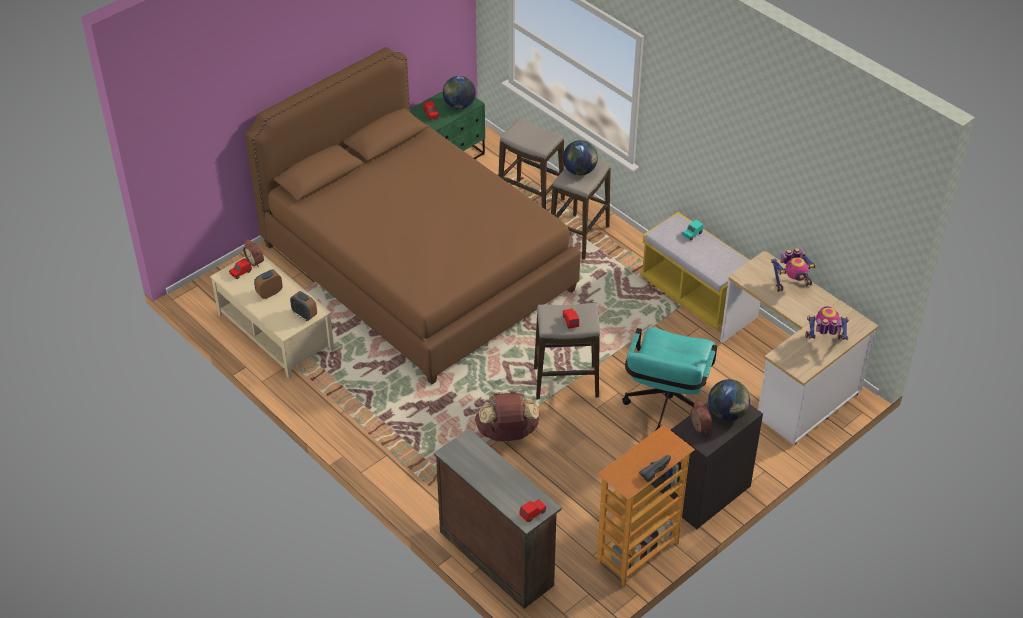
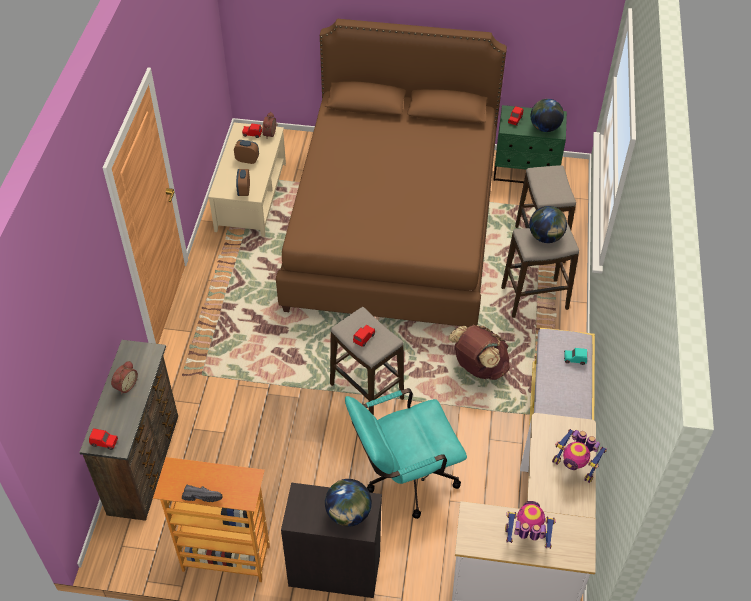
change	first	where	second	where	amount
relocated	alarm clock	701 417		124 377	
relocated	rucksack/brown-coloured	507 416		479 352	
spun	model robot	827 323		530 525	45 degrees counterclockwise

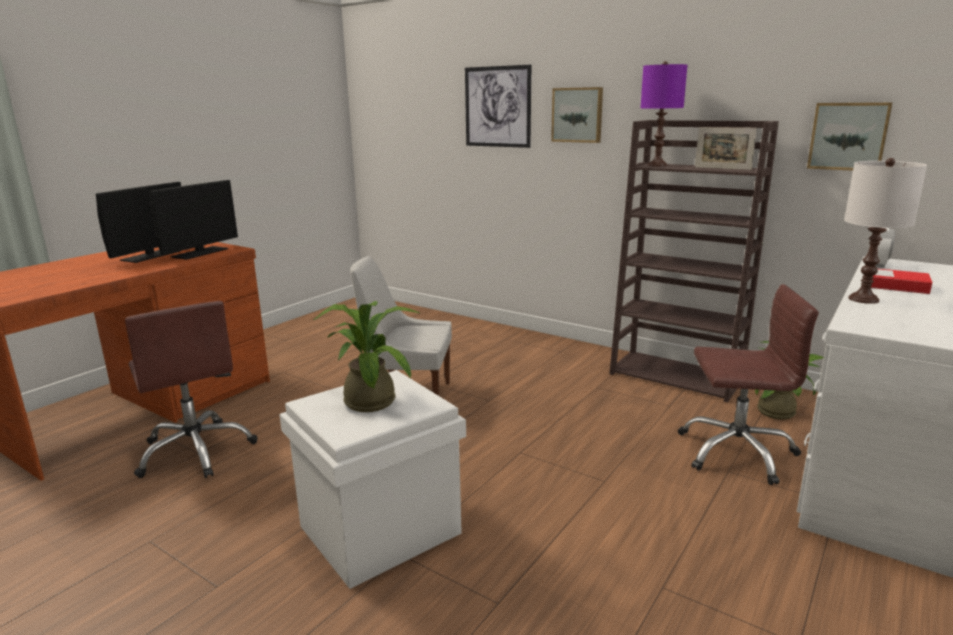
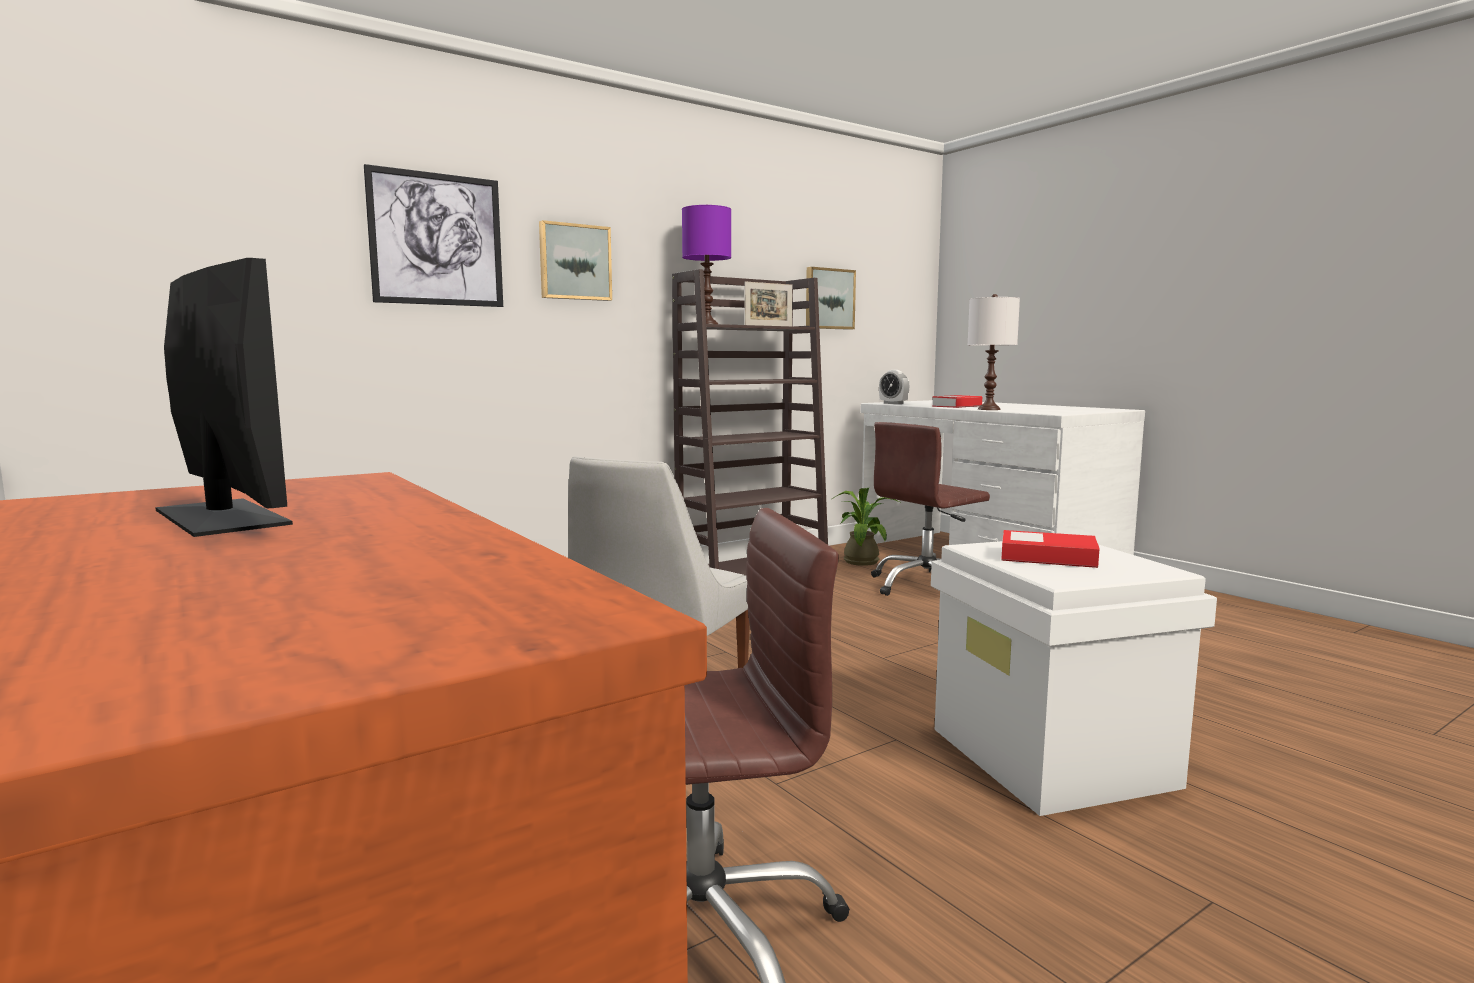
change	first	where	second	where	amount
spun	desk chair/brown-coloured	748 384		930 509	150 degrees counterclockwise
exchanged	plant in a pot	367 356	bound book	1050 549	
missing	computer screen	194 220			

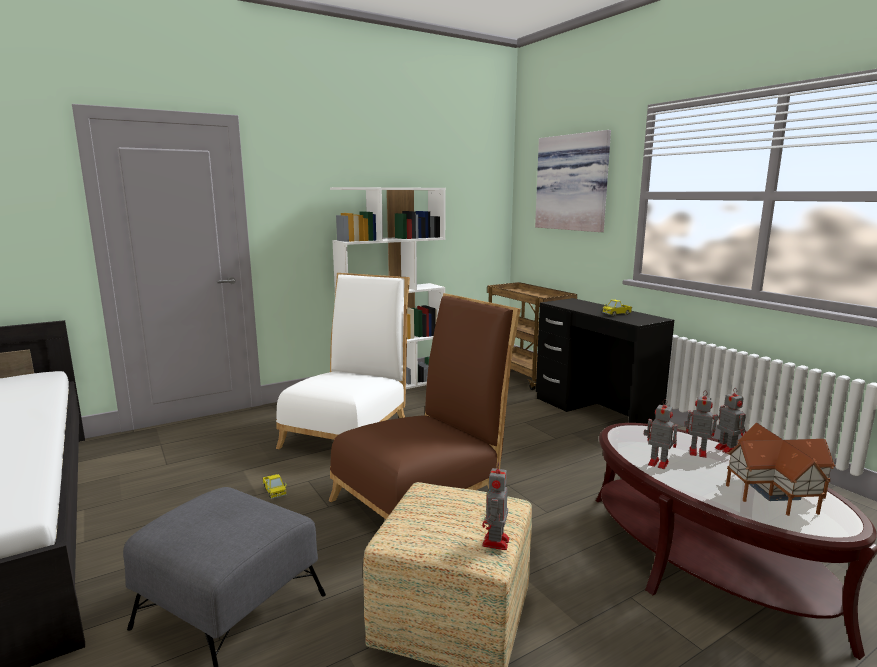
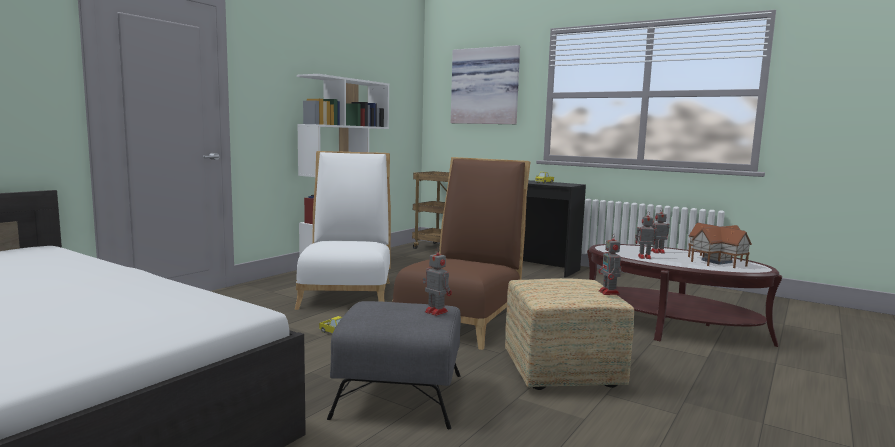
change	first	where	second	where	amount
relocated	model robot	731 421		437 281	

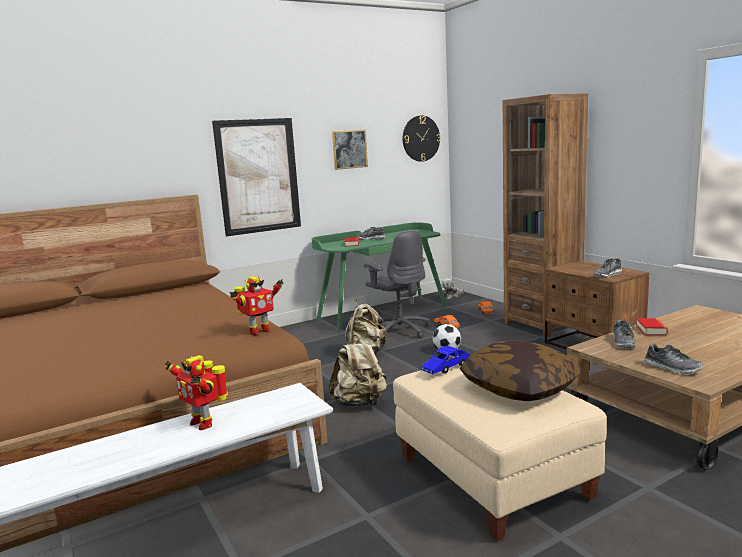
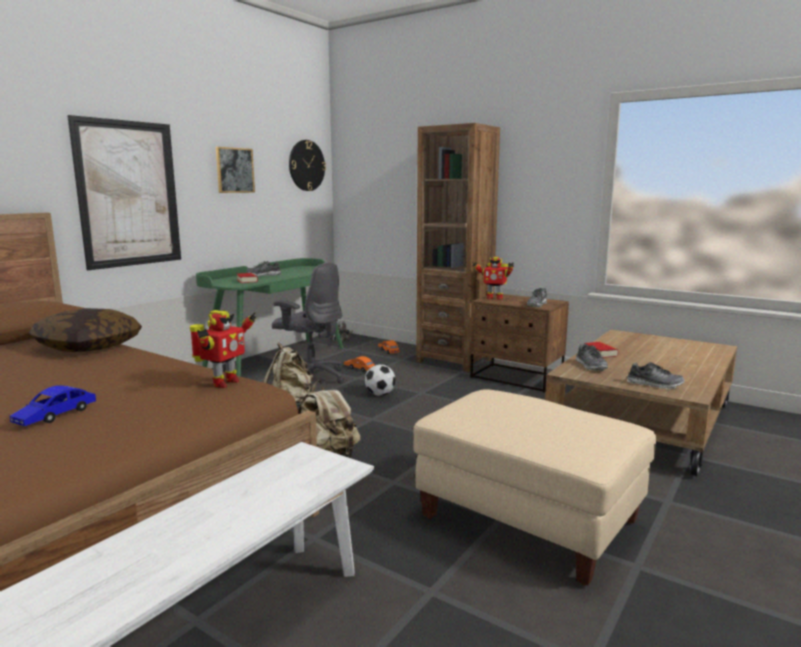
change	first	where	second	where	amount
relocated	miniature car/blue-coloured	445 360		53 405	
relocated	throw pillow	521 370		85 330	
relocated	model robot	196 392		493 278	

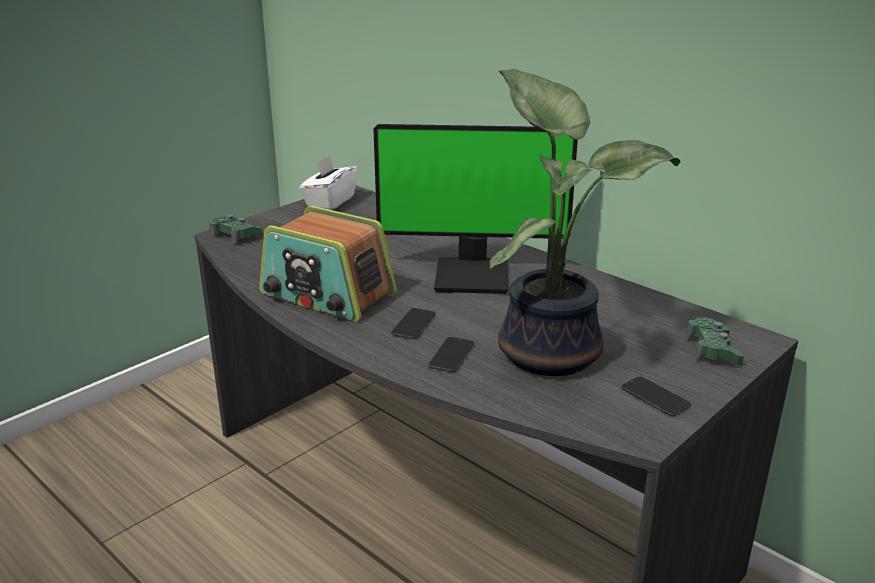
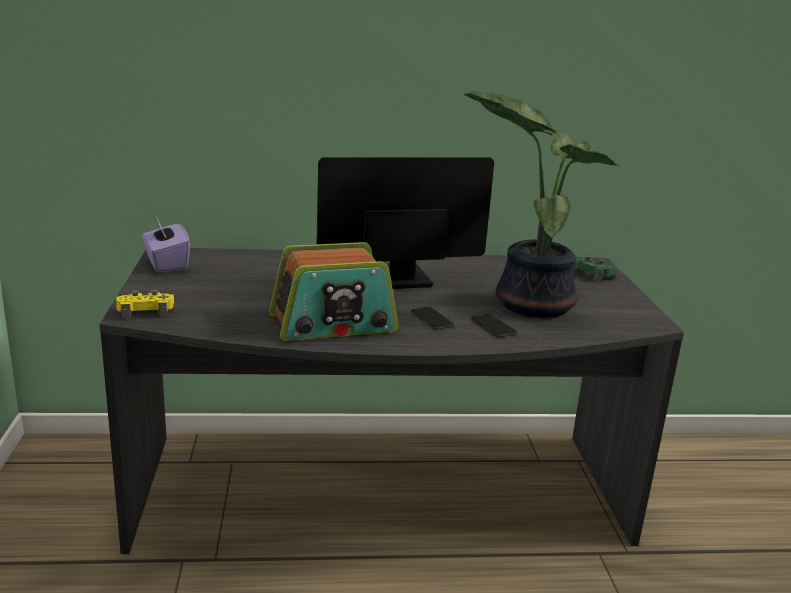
change	first	where	second	where	amount
colour	joypad/greenish	236 229	joypad/yellow-coloured	145 304	
colour	tissue holder/white-coloured	328 182	tissue holder/purple	166 244	
spun	computer screen	475 209		405 223	150 degrees counterclockwise
missing	telephone	656 396			

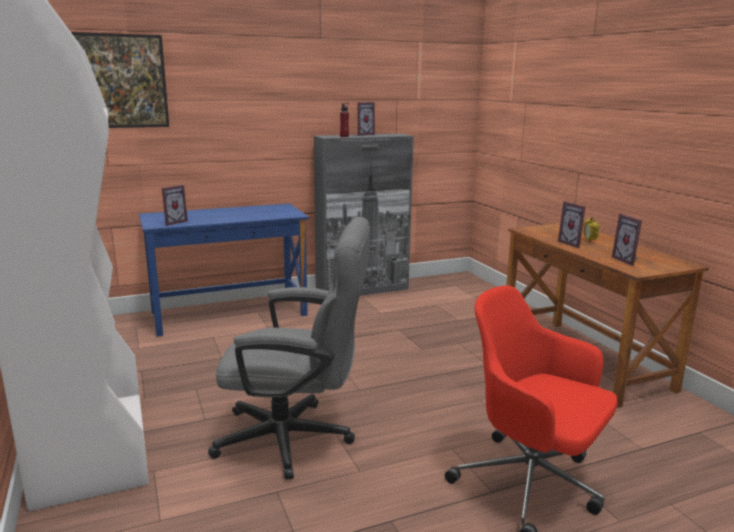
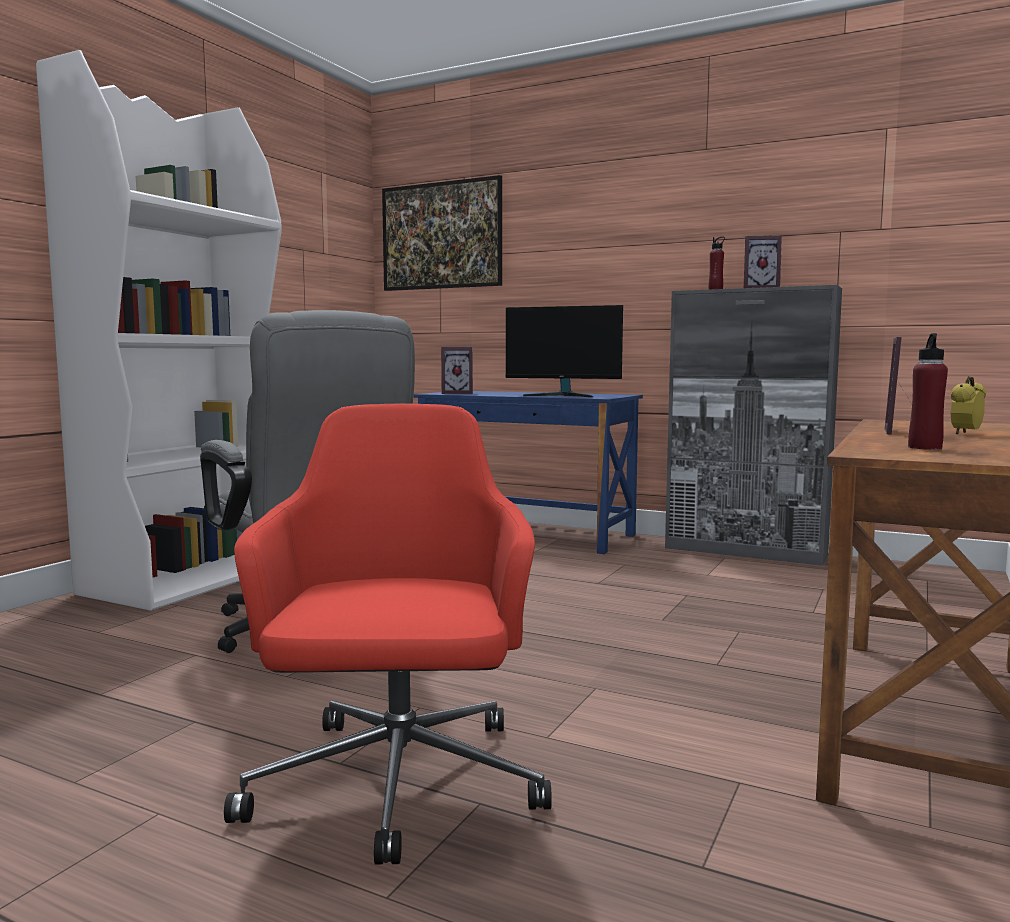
change	first	where	second	where	amount
appeared			computer screen	564 351	
exchanged	photo frame	627 240	beverage bottle/red-coloured	928 391	

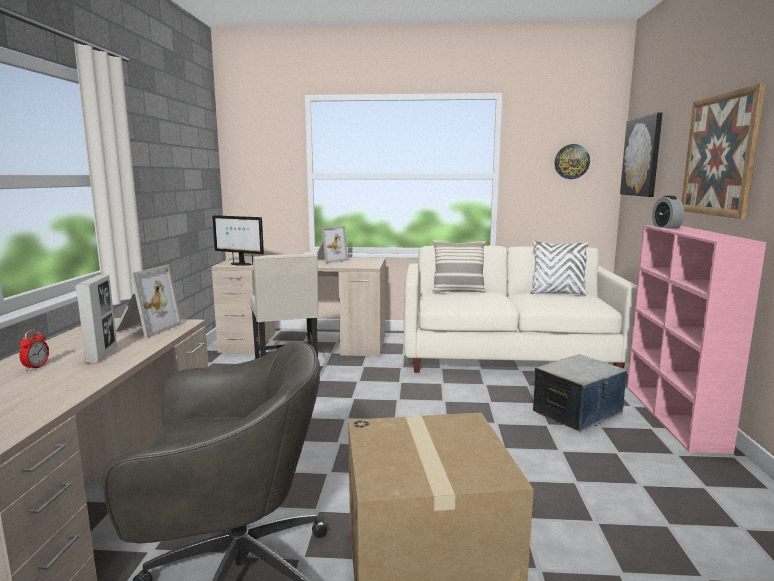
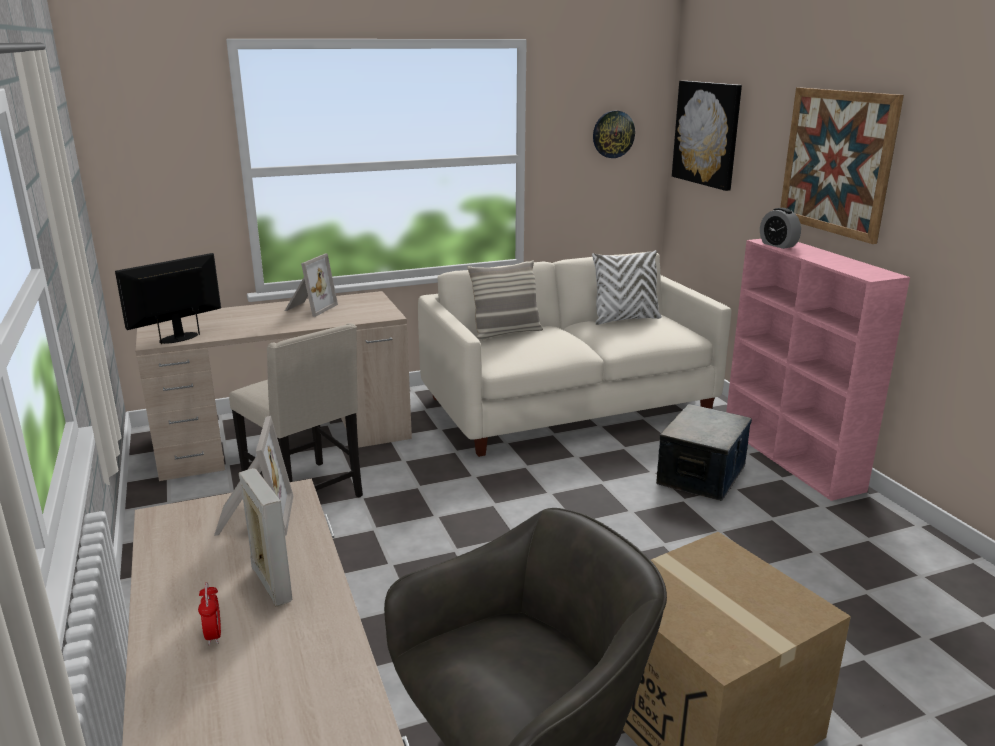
change	first	where	second	where	amount
spun	computer screen	238 240		168 298	135 degrees clockwise

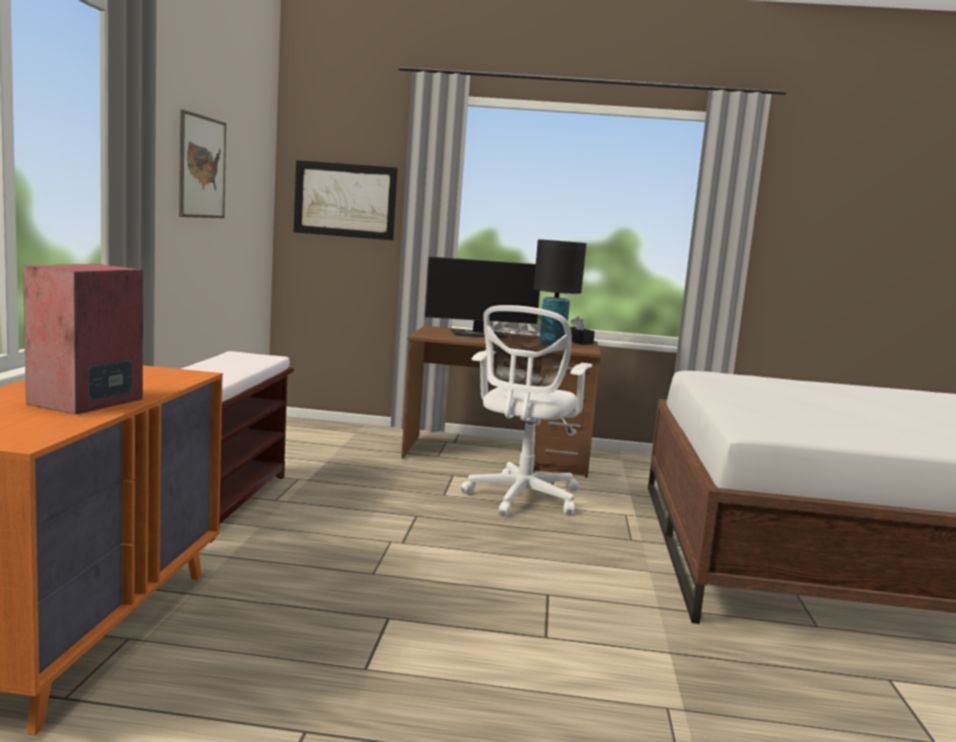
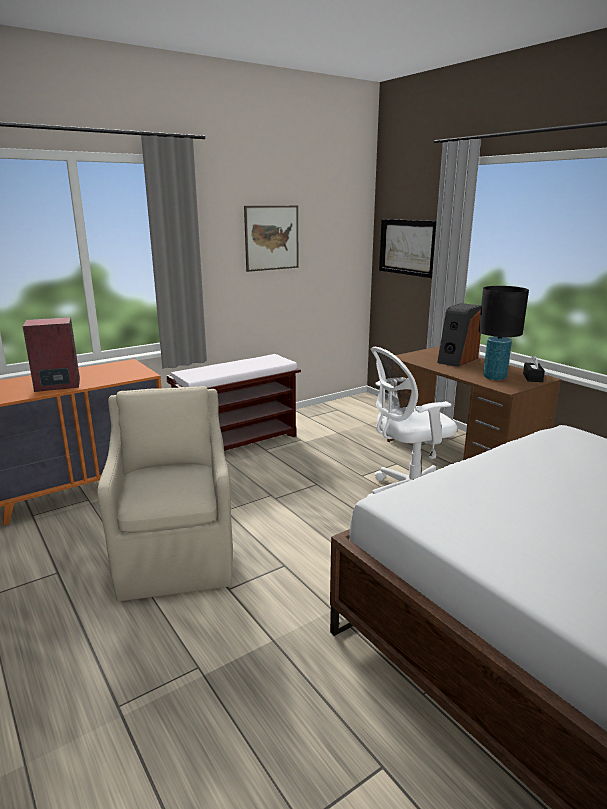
change	first	where	second	where	amount
appeared			easy chair/sand-coloured	165 493	
exchanged	computer screen	482 296	speaker	459 335	

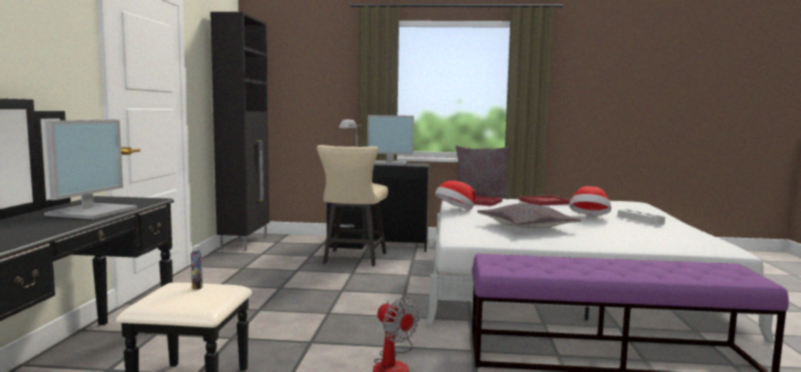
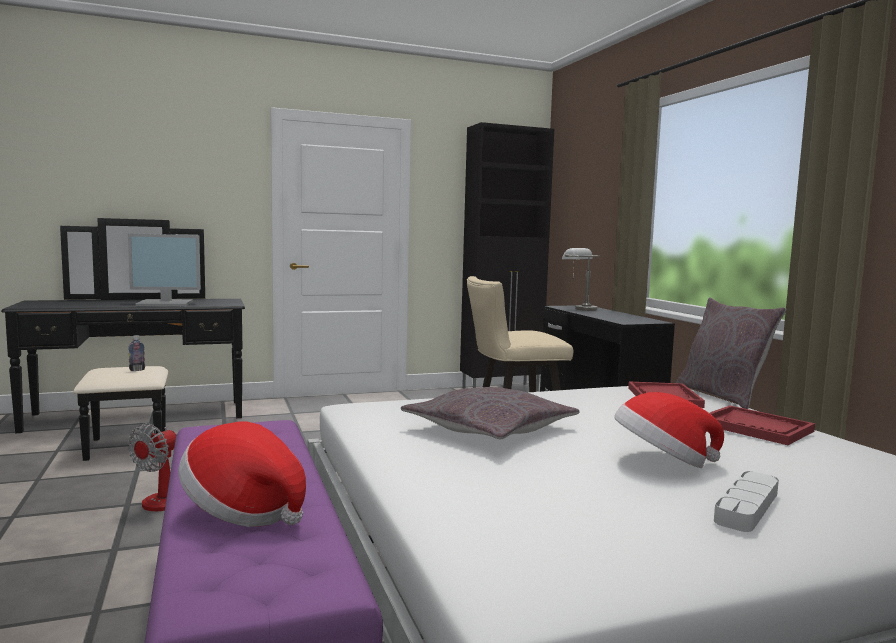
change	first	where	second	where	amount
relocated	wearable hat	455 195		242 474	
missing	computer screen	390 140			

